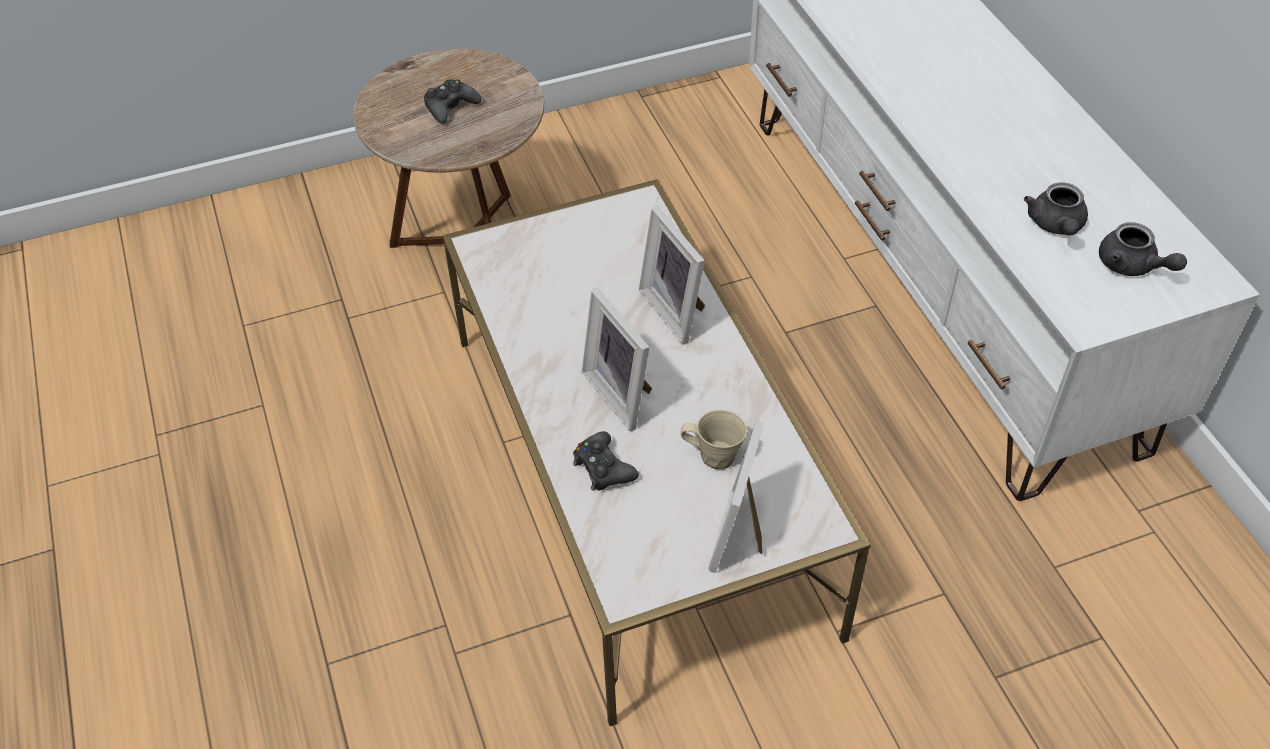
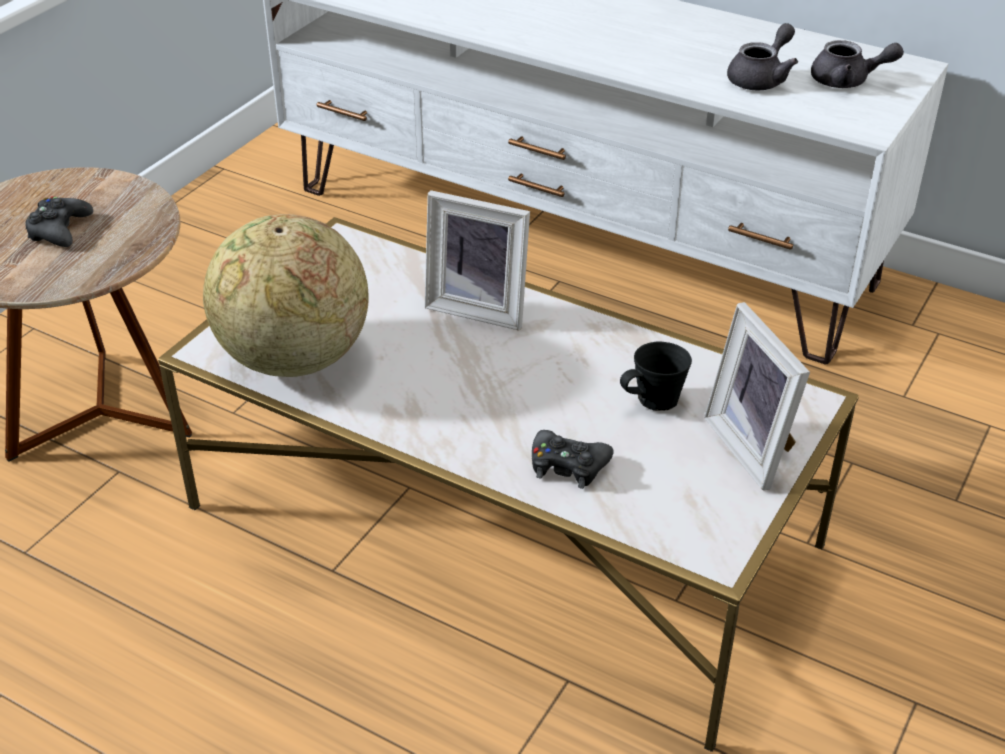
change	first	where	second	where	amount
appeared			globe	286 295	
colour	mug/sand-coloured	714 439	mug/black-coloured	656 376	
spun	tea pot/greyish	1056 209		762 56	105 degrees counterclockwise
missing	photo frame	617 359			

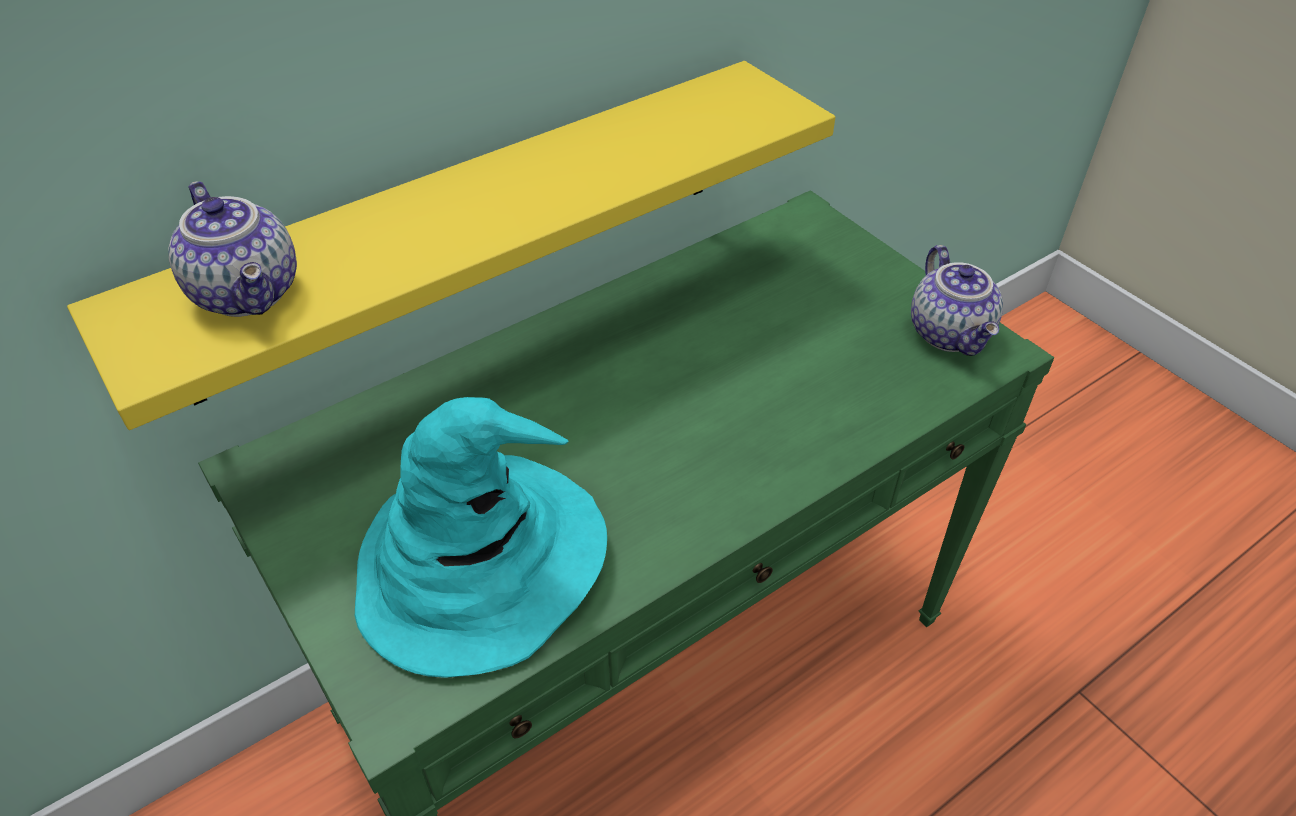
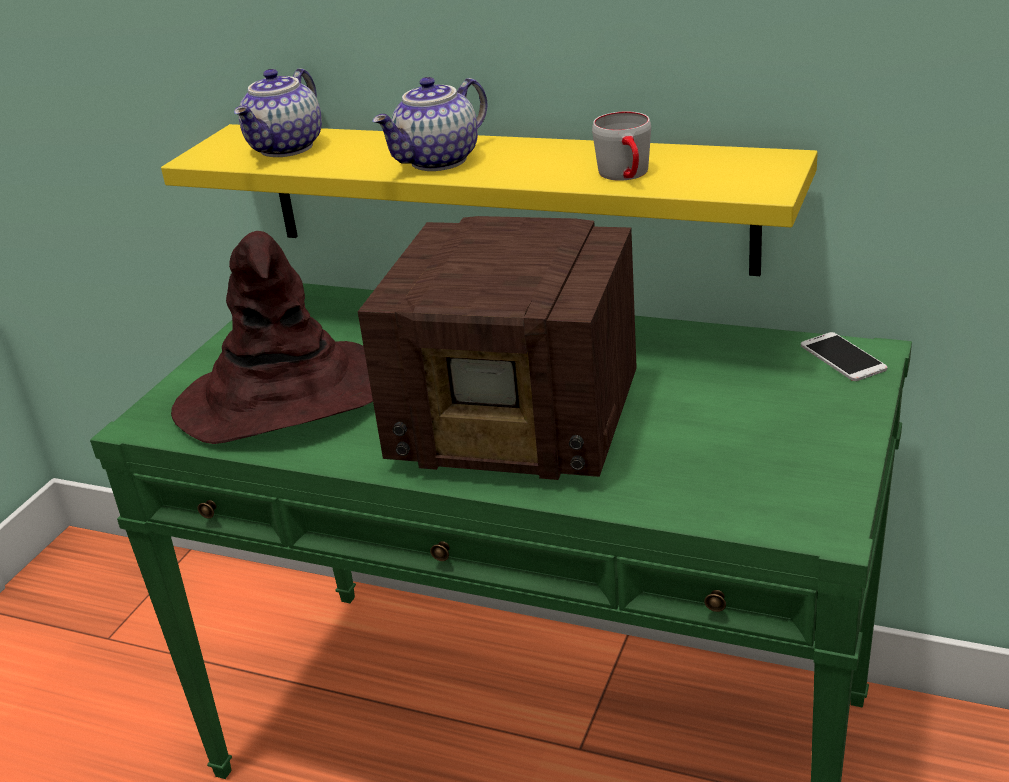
change	first	where	second	where	amount
colour	wearable hat/turquoise-coloured	481 537	wearable hat/brown-coloured	272 337	
appeared			radio	497 348	
relocated	tea pot	957 300		429 124	
appeared			mug/greyish	621 146	
appeared			telephone	844 356	

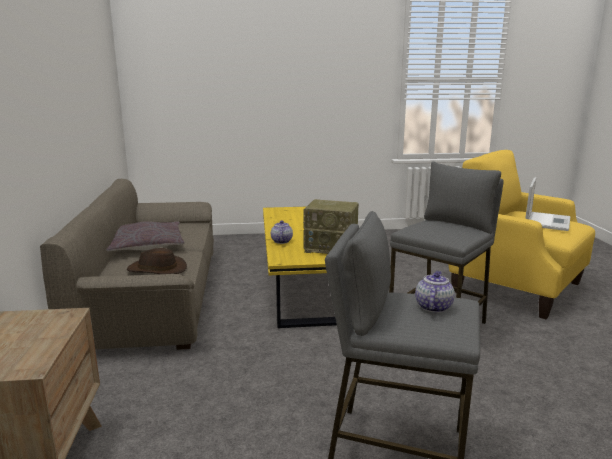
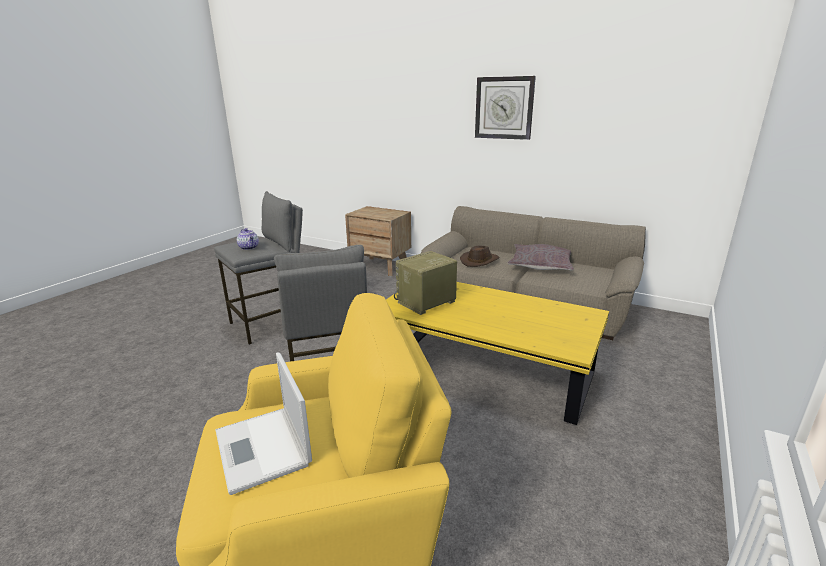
change	first	where	second	where	amount
appeared			hanging clock	505 108	
missing	tea pot	282 232			

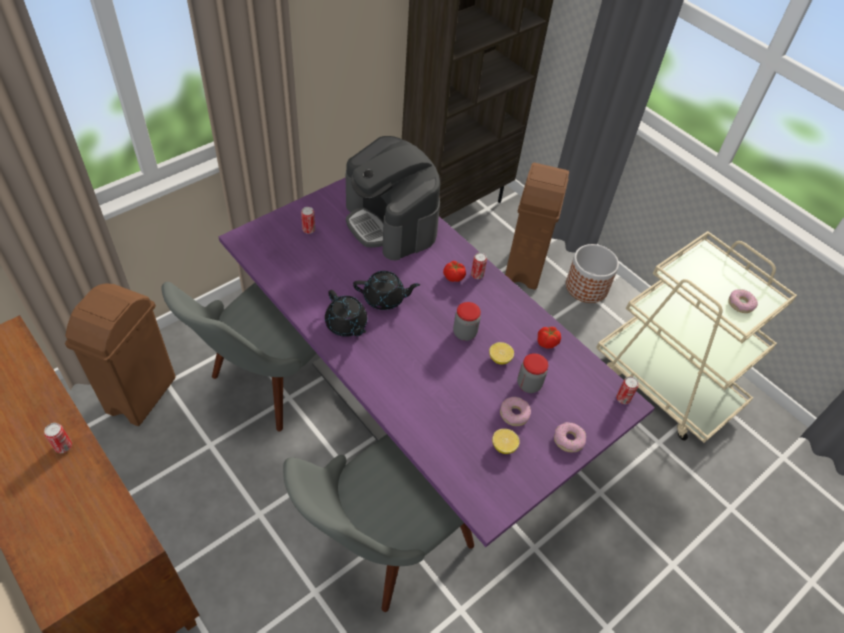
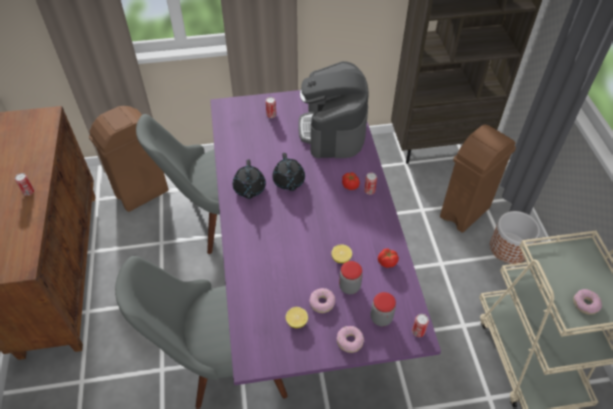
change	first	where	second	where	amount
spun	tea pot/black-coloured	386 290		288 172	45 degrees clockwise
relocated	storage jar	467 321		383 309	

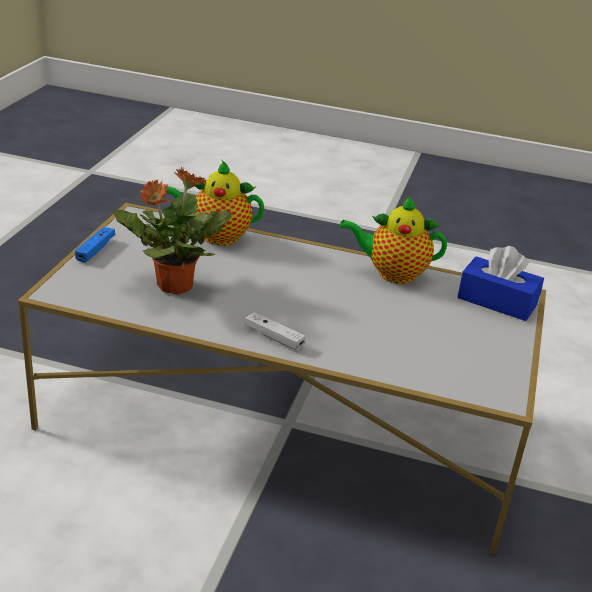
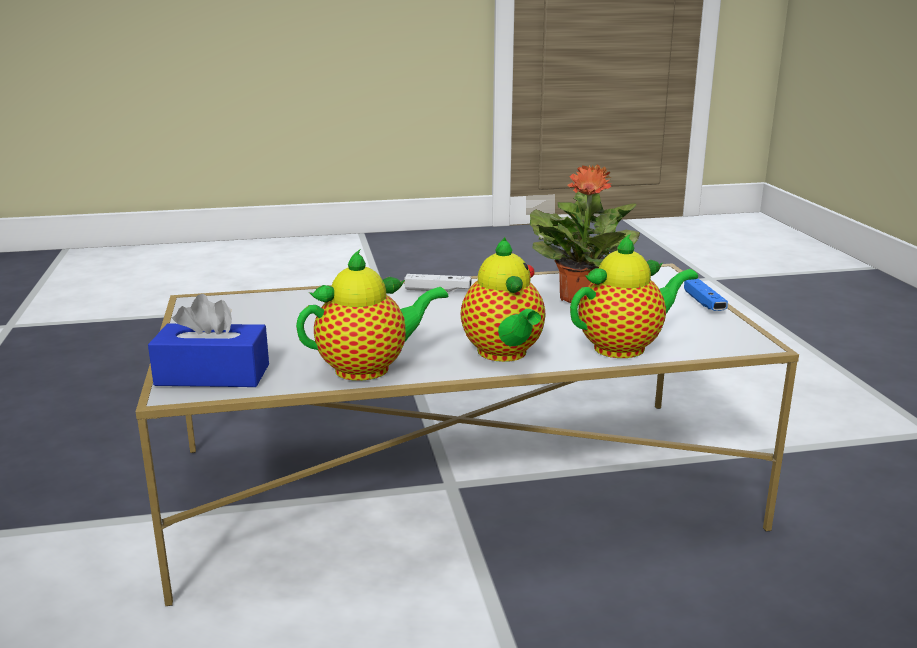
change	first	where	second	where	amount
appeared			tea pot	503 299	

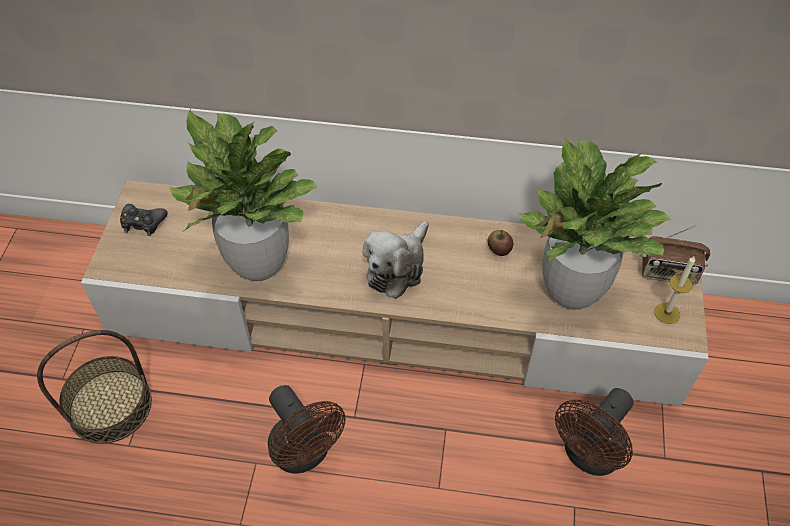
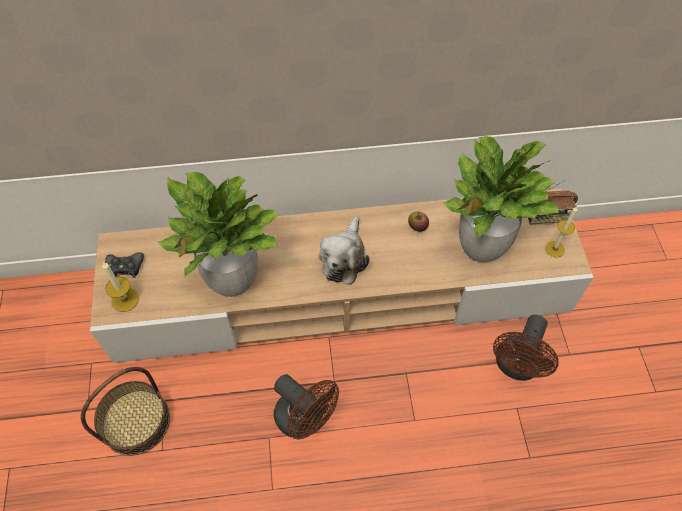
change	first	where	second	where	amount
appeared			wax candle	120 287	

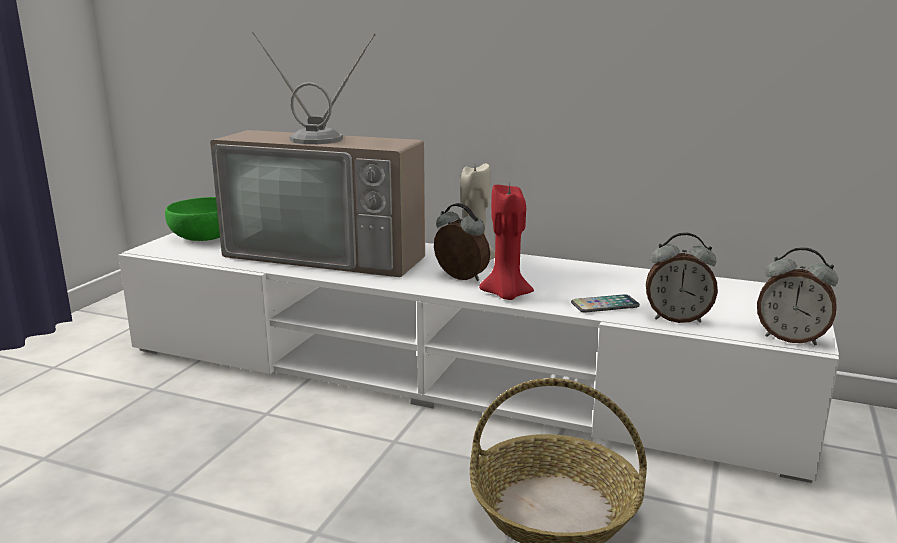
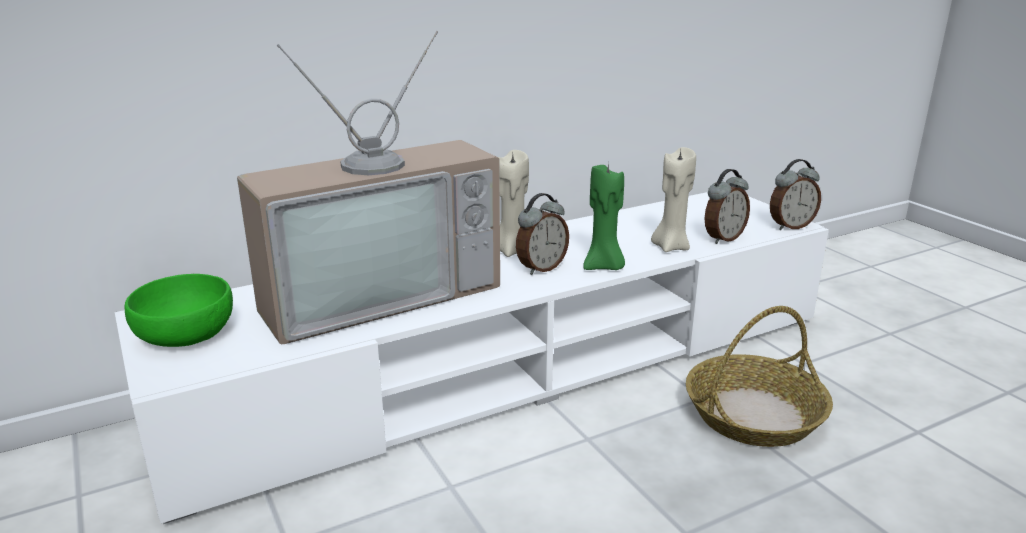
change	first	where	second	where	amount
spun	alarm clock	462 242		542 234	150 degrees clockwise
colour	wax candle/red-coloured	506 242	wax candle/greenish	604 216	
exchanged	telephone	605 303	wax candle/sand-coloured	673 199	

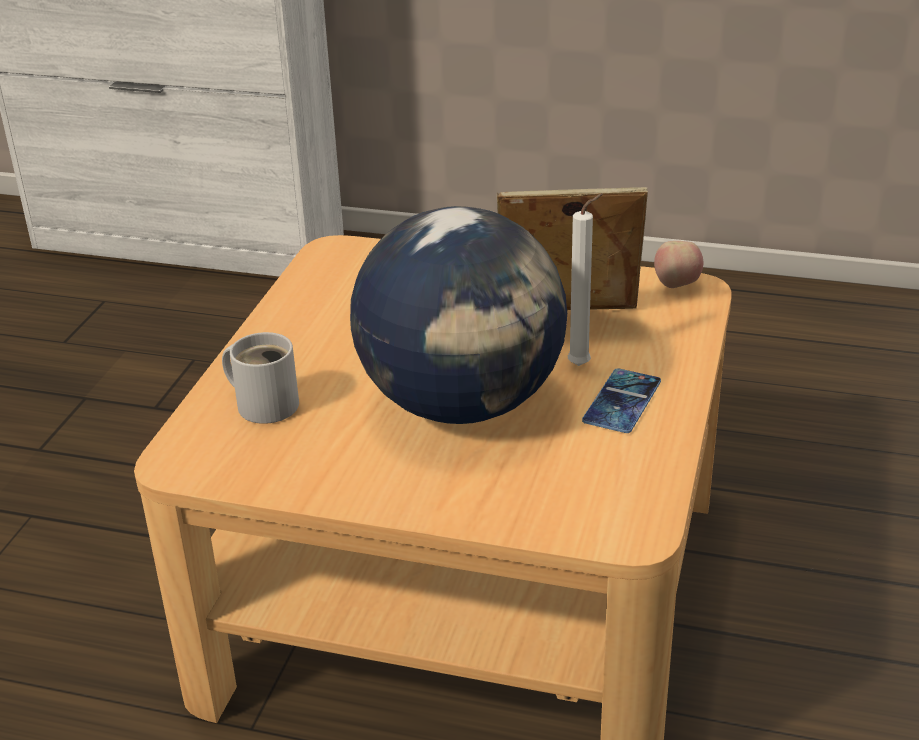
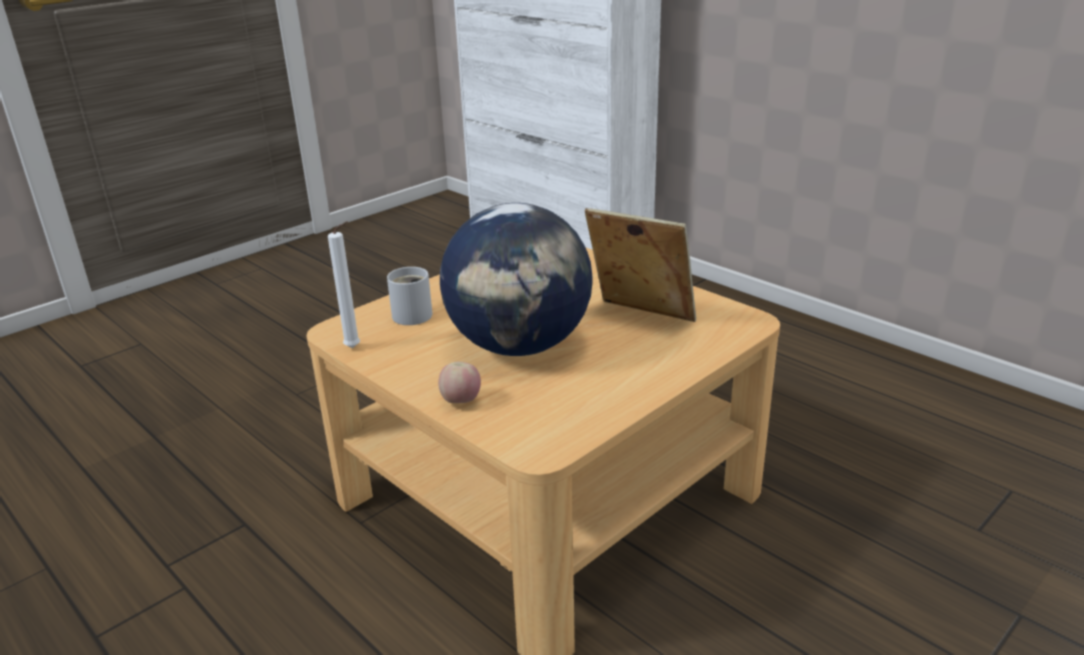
change	first	where	second	where	amount
relocated	wax candle/white-coloured	585 279		344 284	
relocated	whole apple	678 264		459 382	
missing	telephone	621 400			

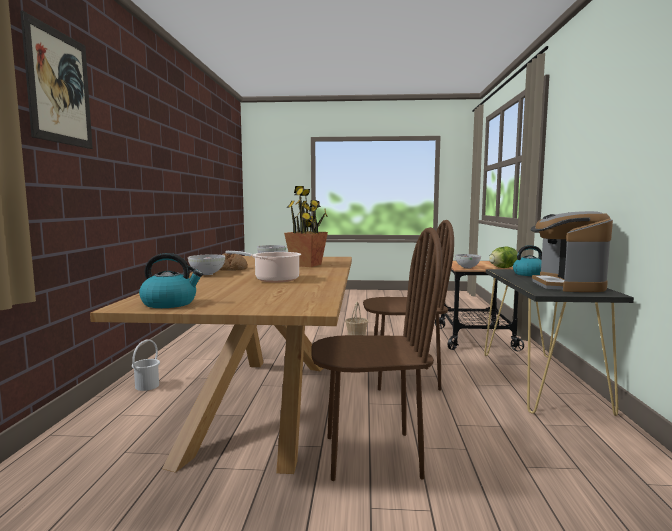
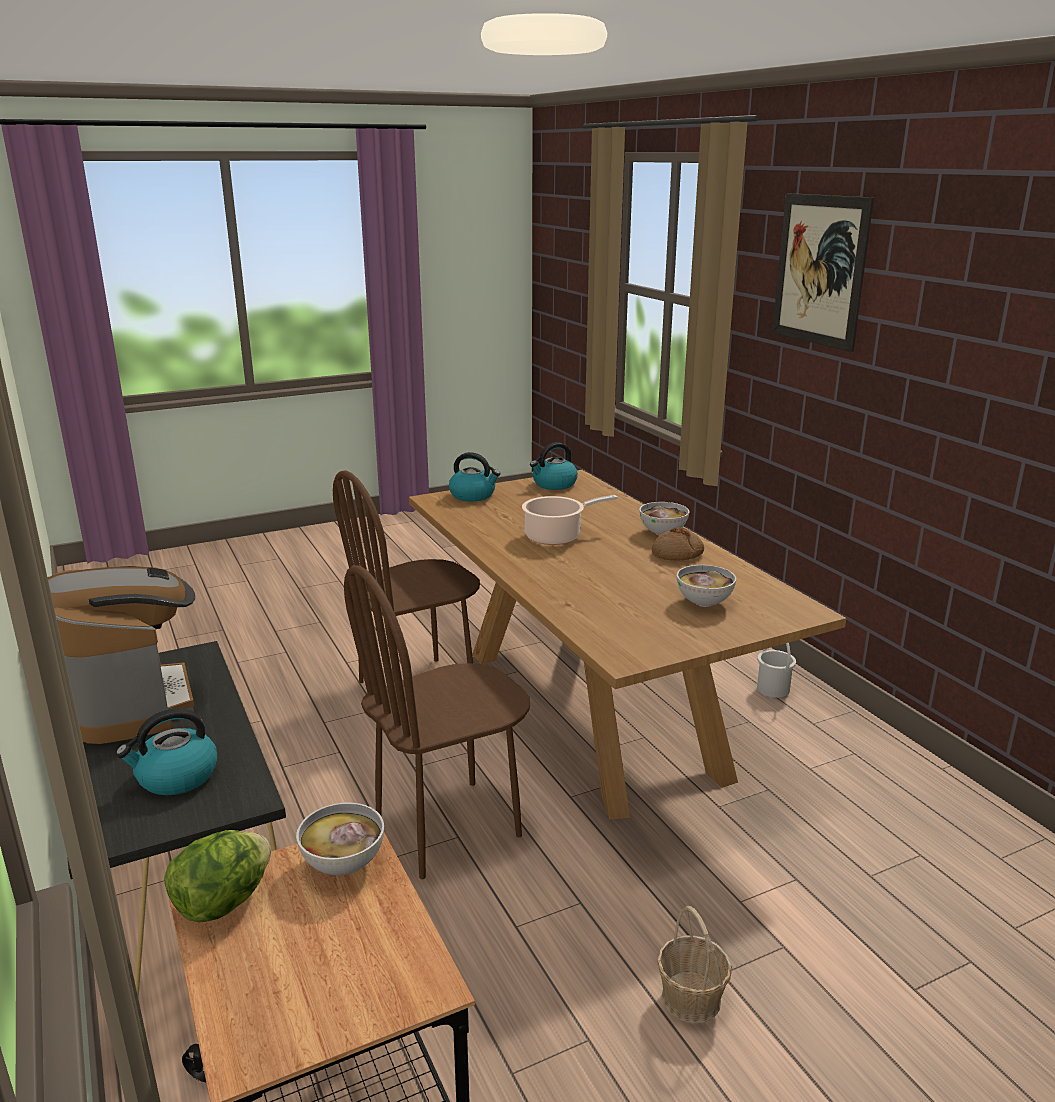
change	first	where	second	where	amount
appeared			kettle	474 476	
missing	plant in a pot	306 226			

